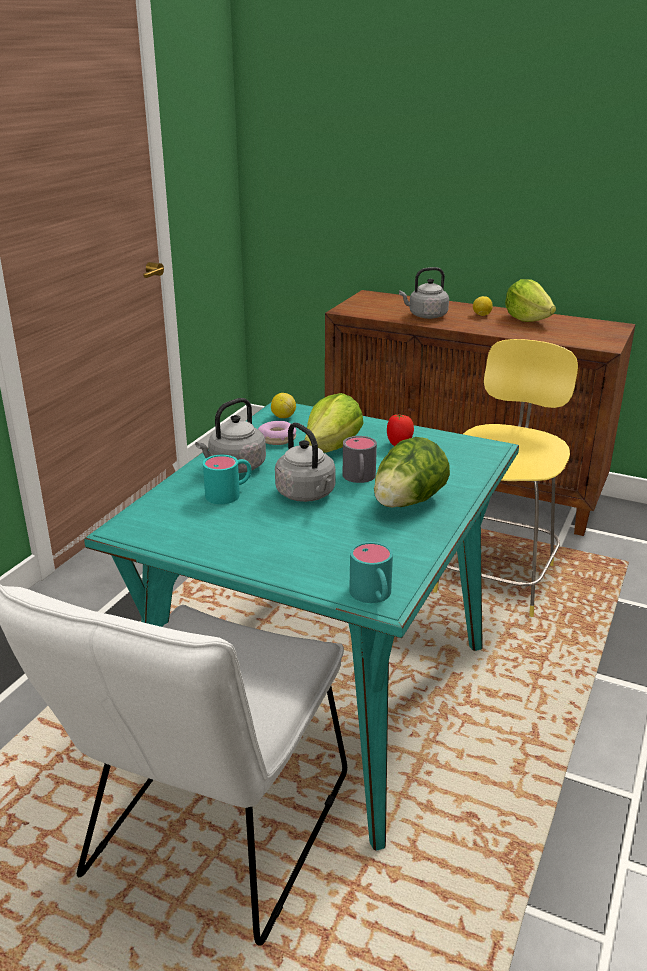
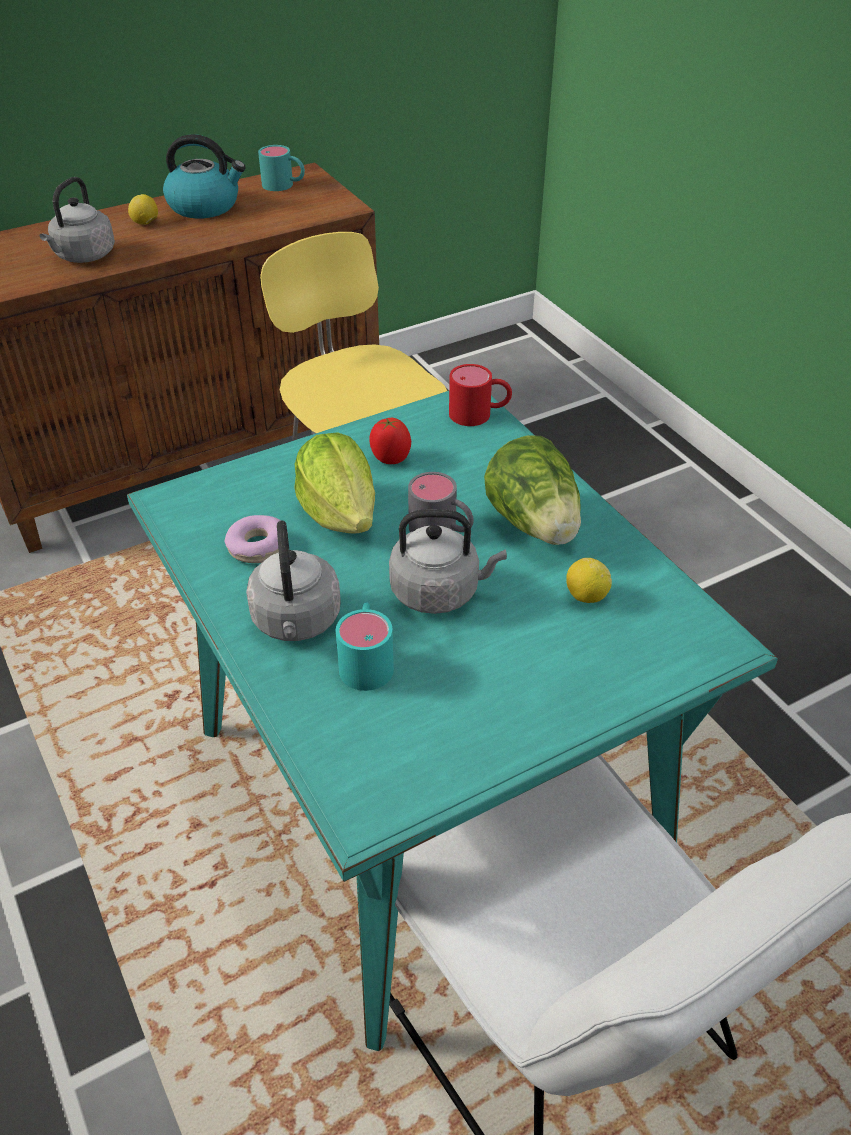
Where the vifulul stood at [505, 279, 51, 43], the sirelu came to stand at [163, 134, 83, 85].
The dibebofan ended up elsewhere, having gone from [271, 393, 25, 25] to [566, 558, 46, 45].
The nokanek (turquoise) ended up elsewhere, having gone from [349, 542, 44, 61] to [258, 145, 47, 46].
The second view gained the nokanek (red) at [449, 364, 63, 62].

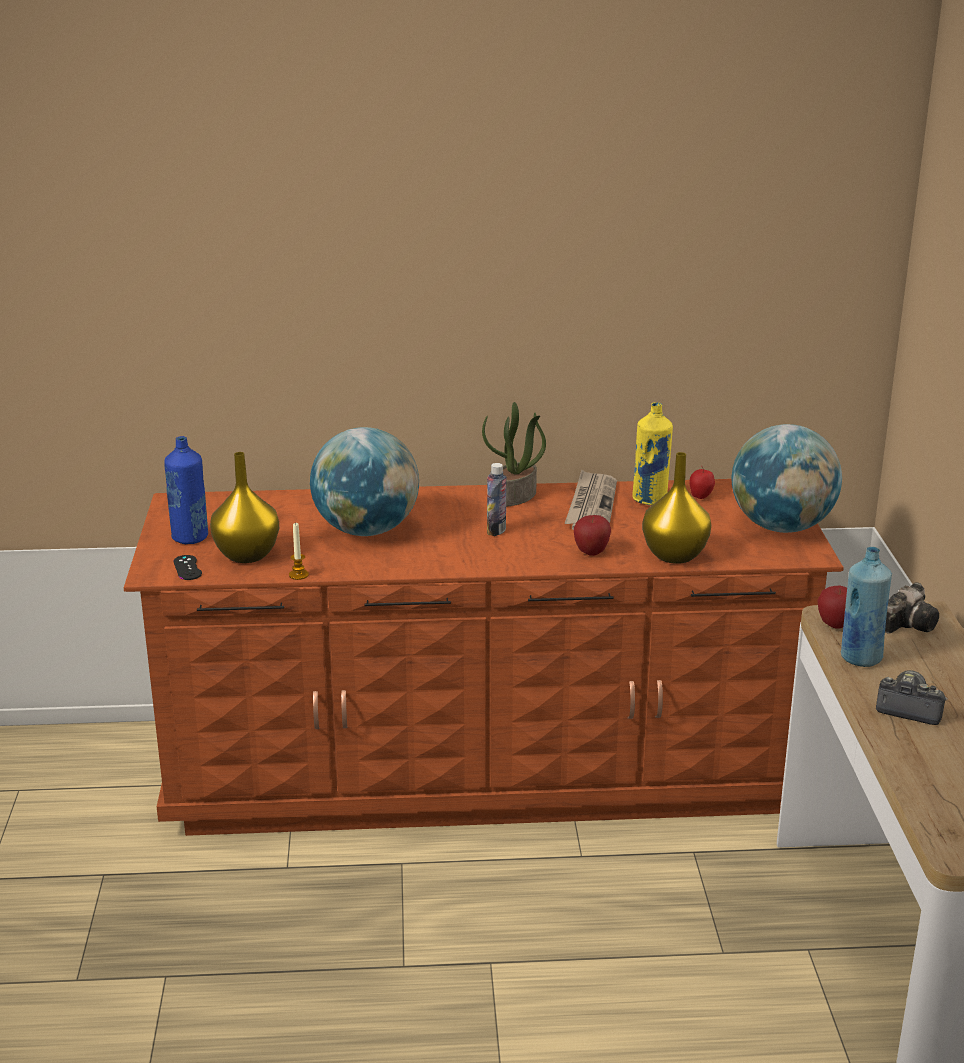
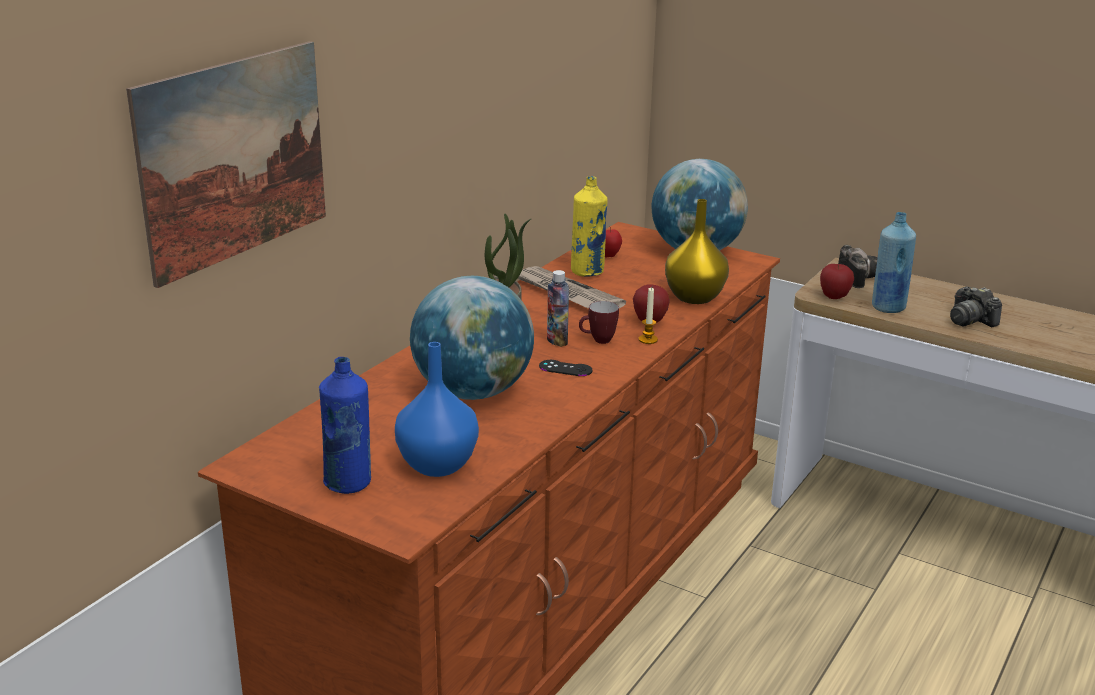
What was the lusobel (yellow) at [210, 452, 69, 111] turned into the lusobel (blue) at [395, 342, 84, 135].
The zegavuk ended up elsewhere, having gone from [289, 522, 20, 58] to [639, 287, 19, 57].
The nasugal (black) ended up elsewhere, having gone from [174, 555, 28, 25] to [539, 360, 54, 16].
The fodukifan at [876, 670, 72, 55] ended up facing another way, 90 degrees counterclockwise from before.
The second view gained the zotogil at [126, 41, 200, 247].
The second view gained the nokanek at [579, 301, 40, 43].

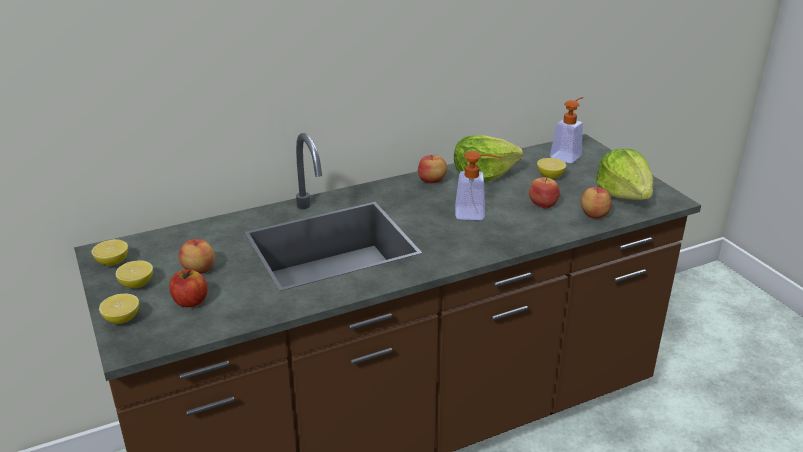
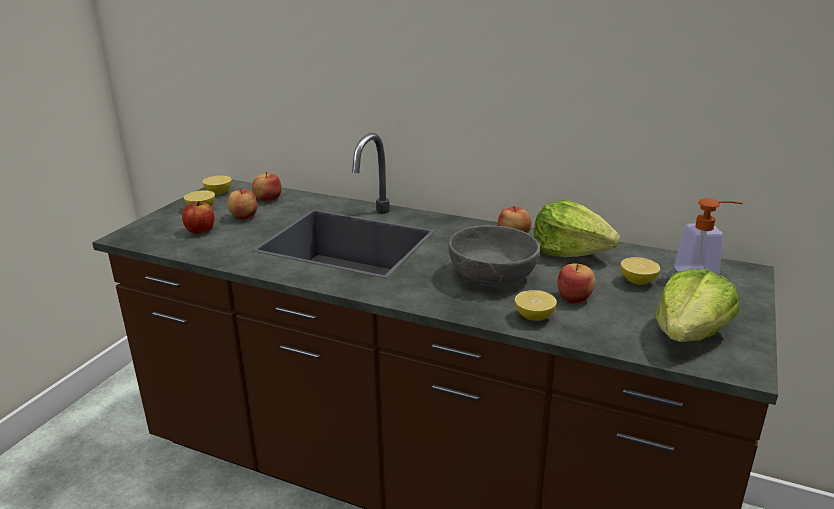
Where the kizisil stood at [455, 151, 47, 69], the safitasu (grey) came to stand at [449, 225, 91, 62].
The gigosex ended up elsewhere, having gone from [581, 186, 31, 33] to [252, 172, 30, 29].
The dibebofan ended up elsewhere, having gone from [99, 294, 40, 30] to [515, 290, 42, 31].

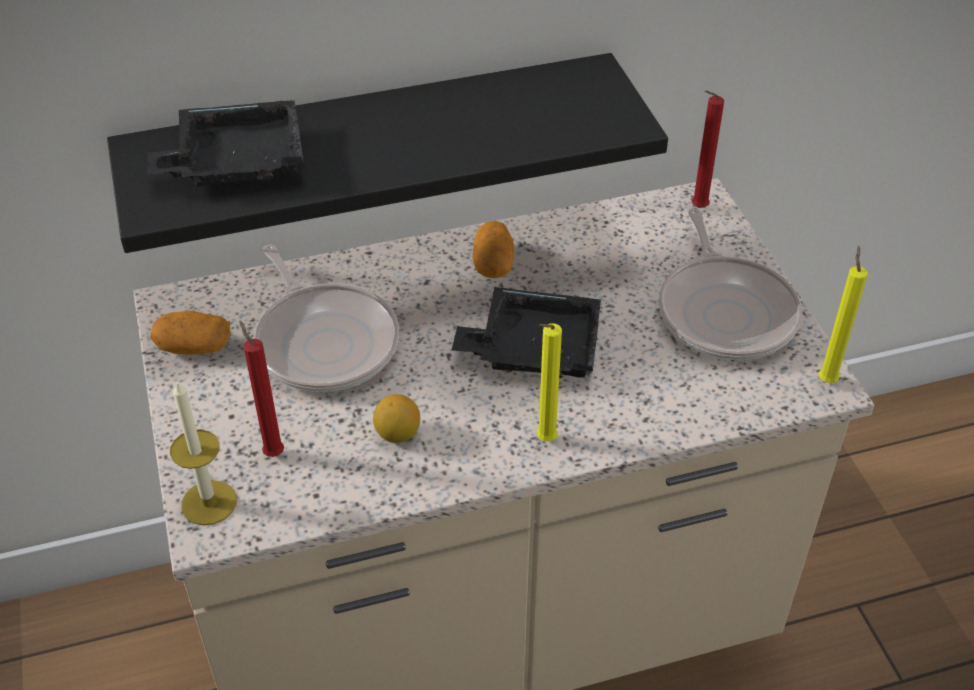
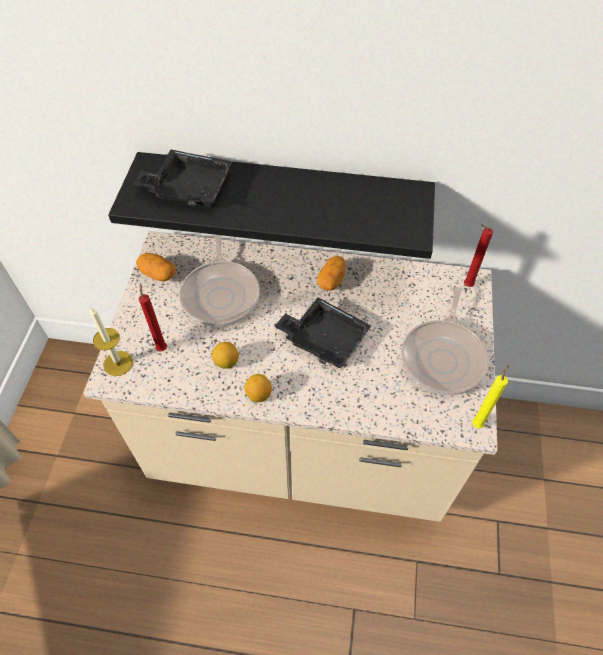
The second view lost the zegavuk (yellow) at [537, 323, 25, 118].
The second view gained the dibebofan at [245, 374, 27, 28].

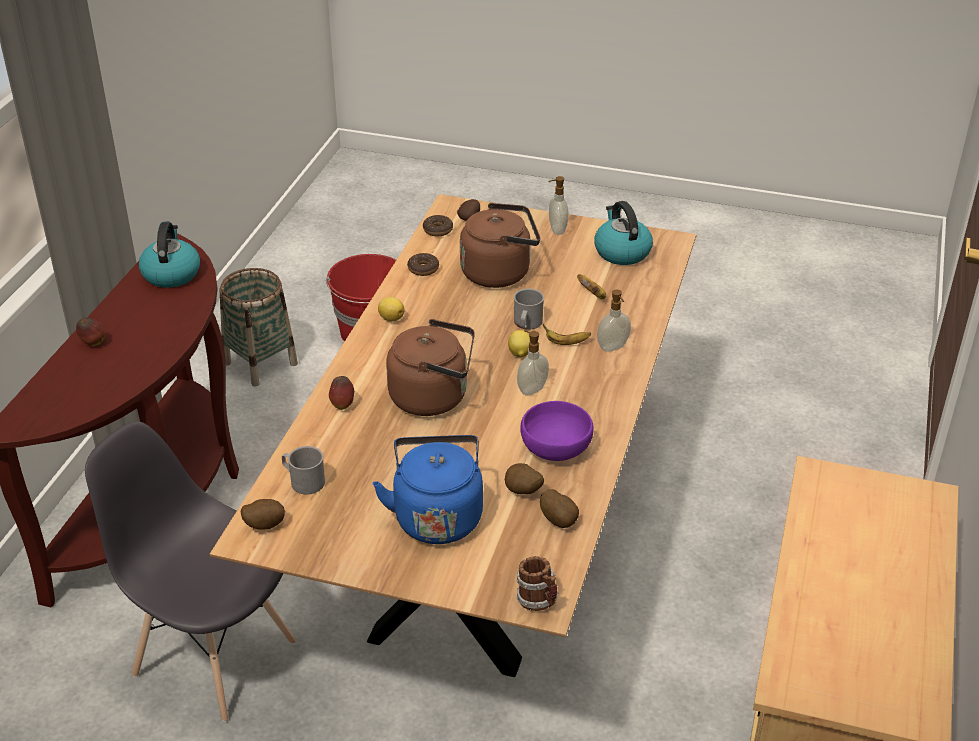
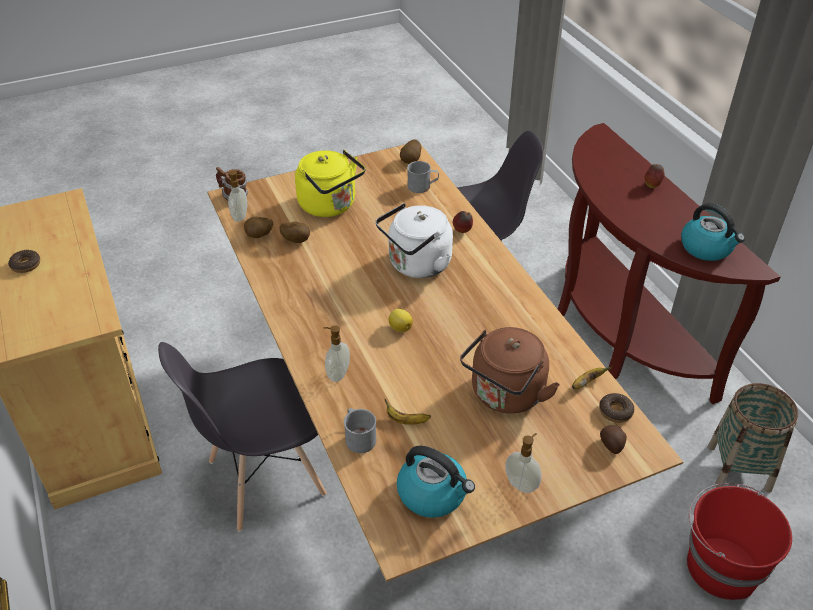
The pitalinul ended up elsewhere, having gone from [407, 253, 32, 23] to [8, 250, 32, 23].
The nokanek (grey) ended up elsewhere, having gone from [514, 288, 30, 42] to [344, 408, 32, 45].
The second view lost the dibebofan at [378, 297, 26, 24].
What was the sirelu (brown) at [386, 319, 89, 97] turned into the sirelu (white) at [376, 203, 77, 75].
The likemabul ended up elsewhere, having gone from [543, 324, 48, 21] to [572, 366, 40, 23].
The kizisil ended up elsewhere, having gone from [517, 330, 32, 66] to [228, 171, 19, 51].
The second view lost the safitasu (purple) at [520, 401, 73, 60].
What was the sirelu (blue) at [373, 435, 110, 109] turned into the sirelu (yellow) at [295, 150, 70, 67].
The second view gained the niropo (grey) at [158, 342, 169, 190].

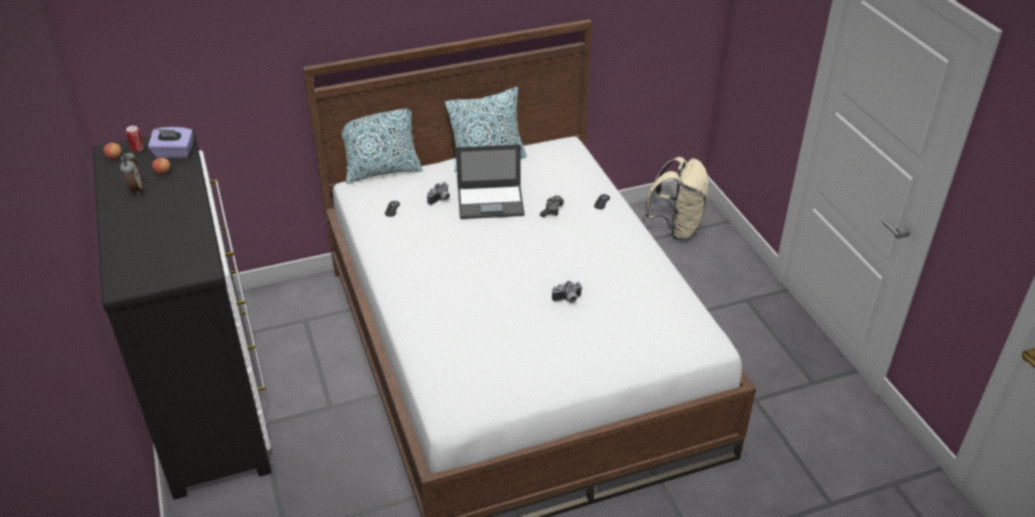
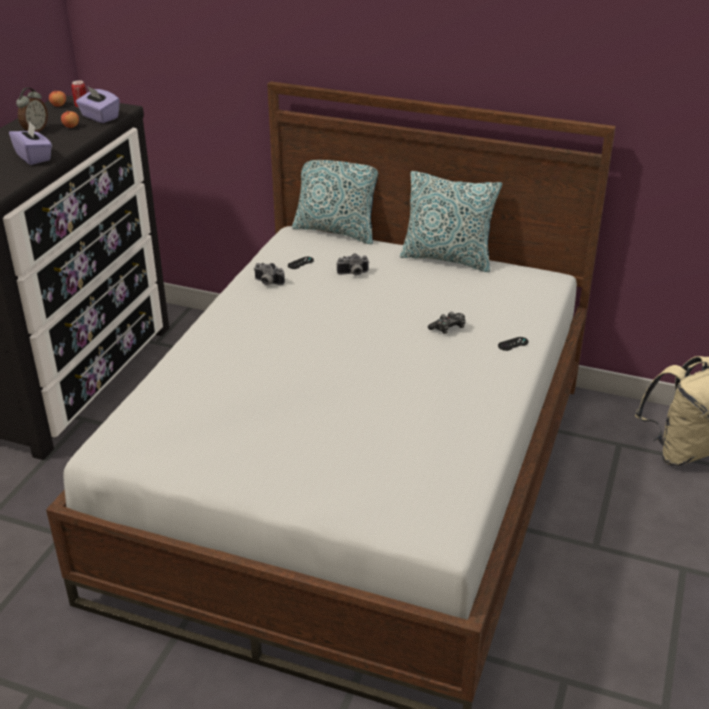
The second view lost the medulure at [456, 144, 69, 75].
The fodukifan ended up elsewhere, having gone from [552, 281, 30, 22] to [254, 263, 31, 22].
The second view gained the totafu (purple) at [9, 121, 43, 44].

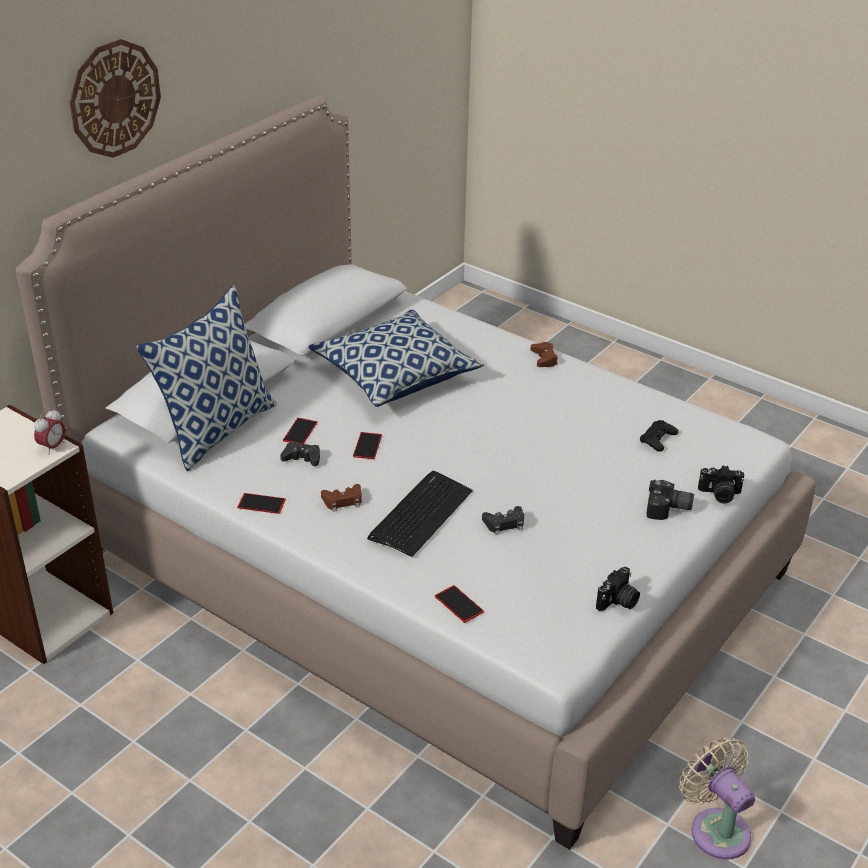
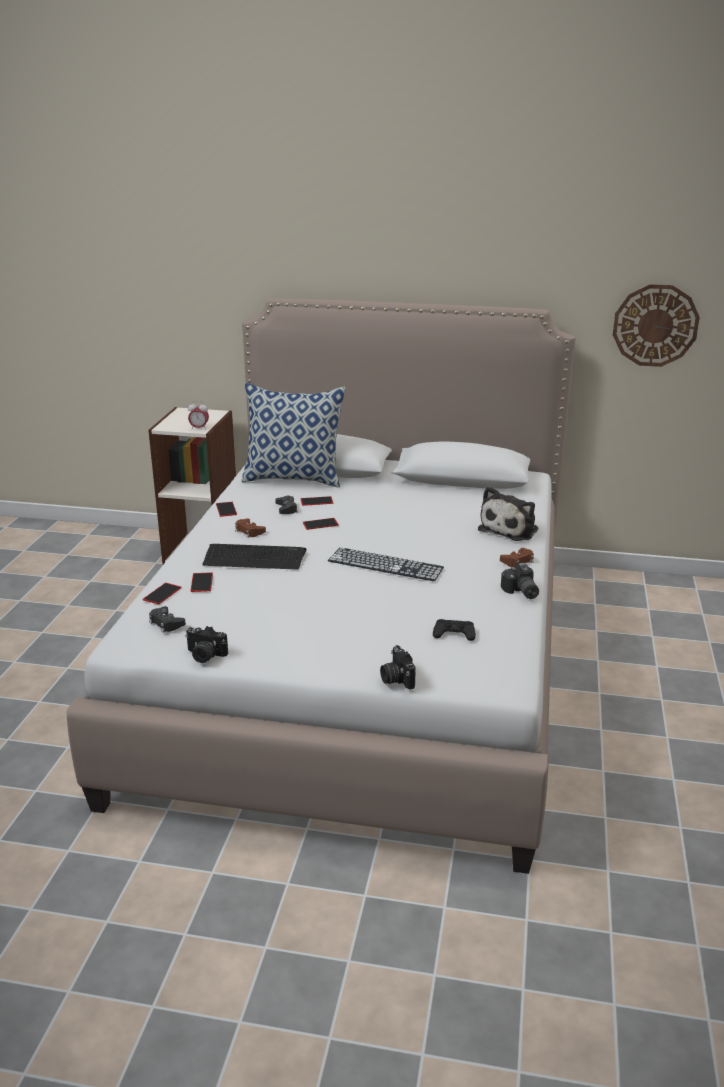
The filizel ended up elsewhere, having gone from [69, 39, 92, 119] to [613, 284, 87, 83].
The second view lost the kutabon at [308, 309, 176, 98].
The fodukifan ended up elsewhere, having gone from [646, 480, 48, 40] to [501, 563, 38, 36].
The nasugal (black) ended up elsewhere, having gone from [482, 506, 42, 29] to [149, 606, 37, 27].
The second view lost the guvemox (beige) at [679, 737, 76, 123].
The second view gained the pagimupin at [478, 486, 60, 55].
The second view gained the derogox at [328, 547, 116, 34].
The second view gained the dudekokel at [190, 572, 23, 20].

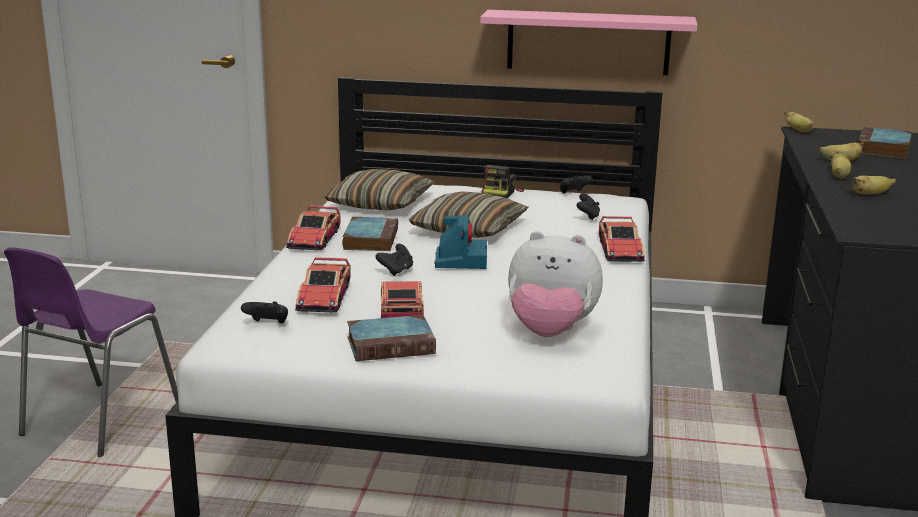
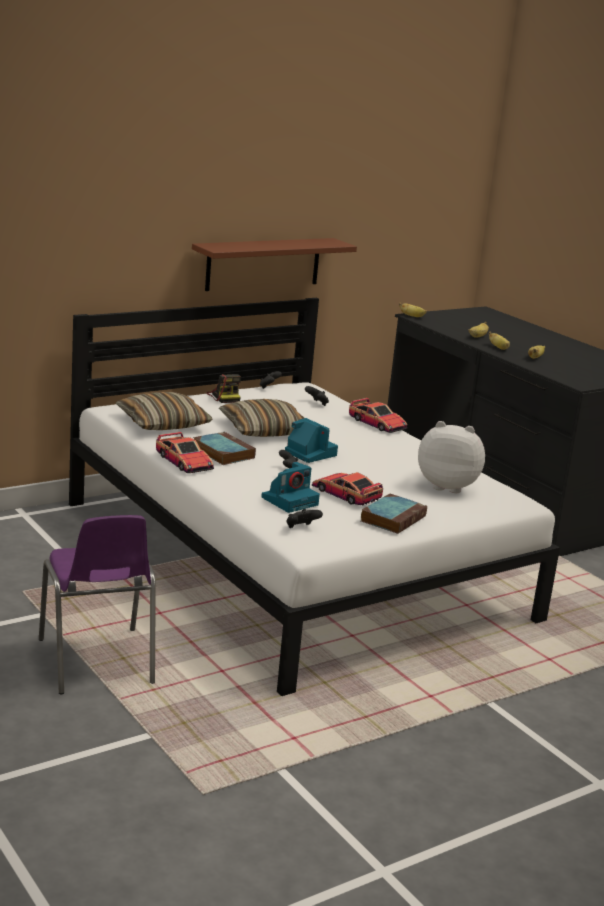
What was the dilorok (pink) at [480, 10, 217, 65] turned into the dilorok (brown) at [192, 238, 165, 53].
The second view lost the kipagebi at [857, 127, 55, 32].
The pagimupin at [508, 231, 95, 106] ended up facing another way, 135 degrees counterclockwise from before.
Where the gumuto stood at [295, 257, 56, 55], the fodukifan came to stand at [261, 462, 59, 51].

